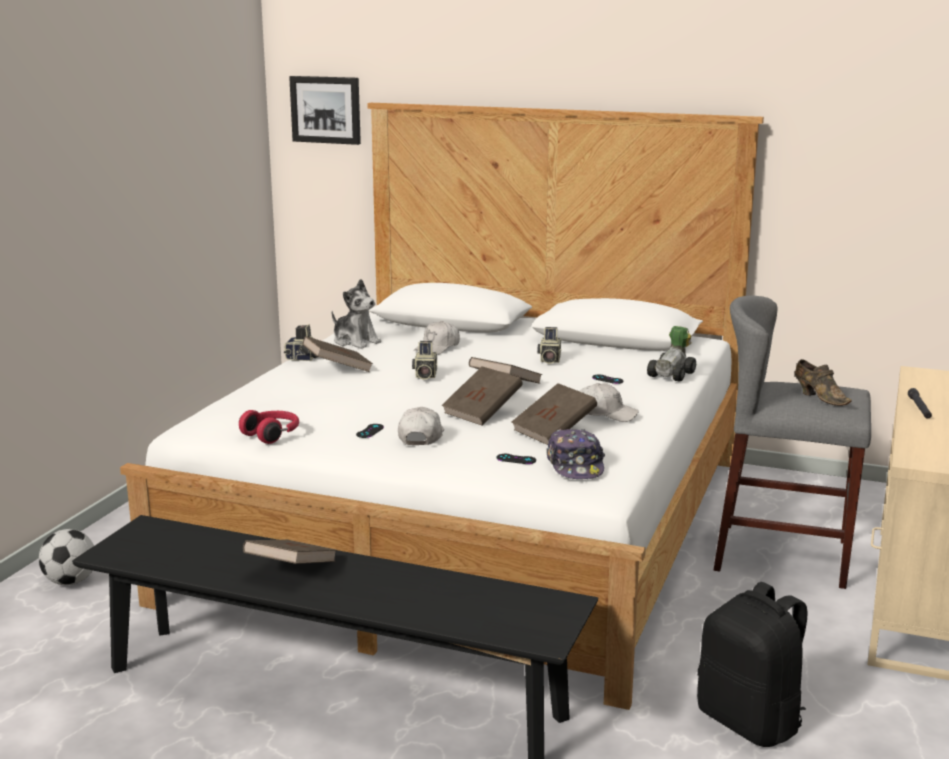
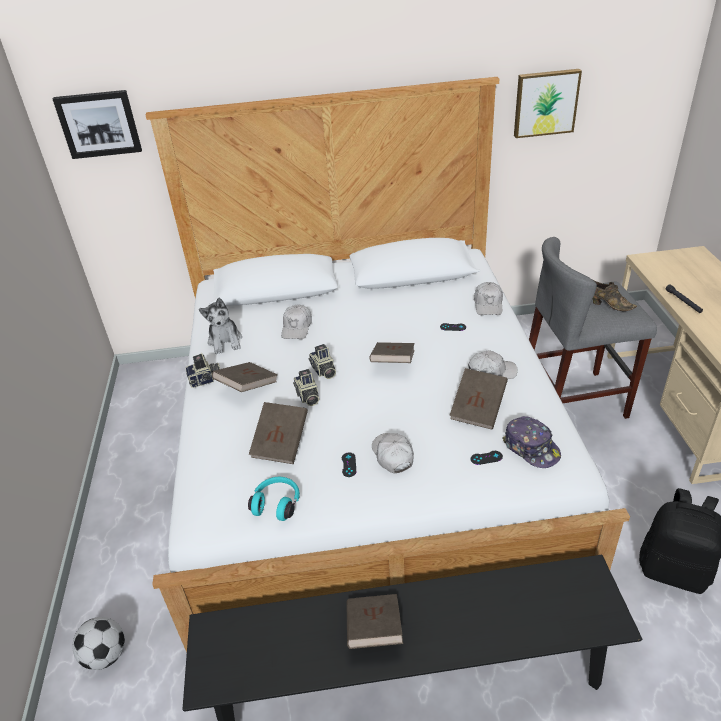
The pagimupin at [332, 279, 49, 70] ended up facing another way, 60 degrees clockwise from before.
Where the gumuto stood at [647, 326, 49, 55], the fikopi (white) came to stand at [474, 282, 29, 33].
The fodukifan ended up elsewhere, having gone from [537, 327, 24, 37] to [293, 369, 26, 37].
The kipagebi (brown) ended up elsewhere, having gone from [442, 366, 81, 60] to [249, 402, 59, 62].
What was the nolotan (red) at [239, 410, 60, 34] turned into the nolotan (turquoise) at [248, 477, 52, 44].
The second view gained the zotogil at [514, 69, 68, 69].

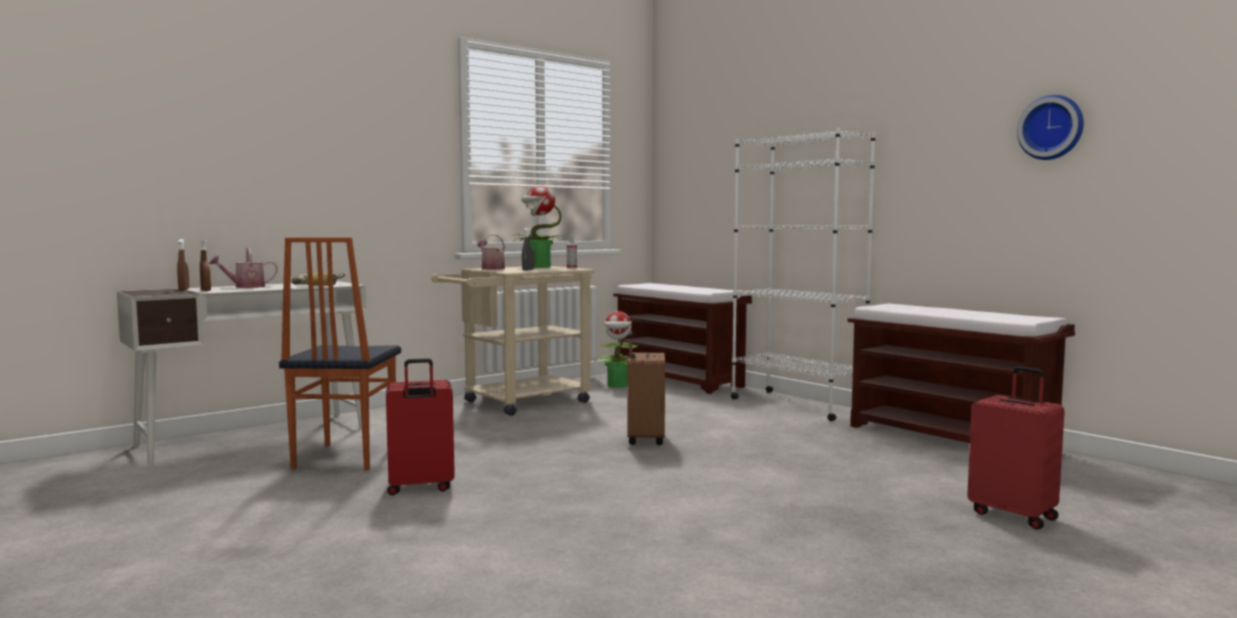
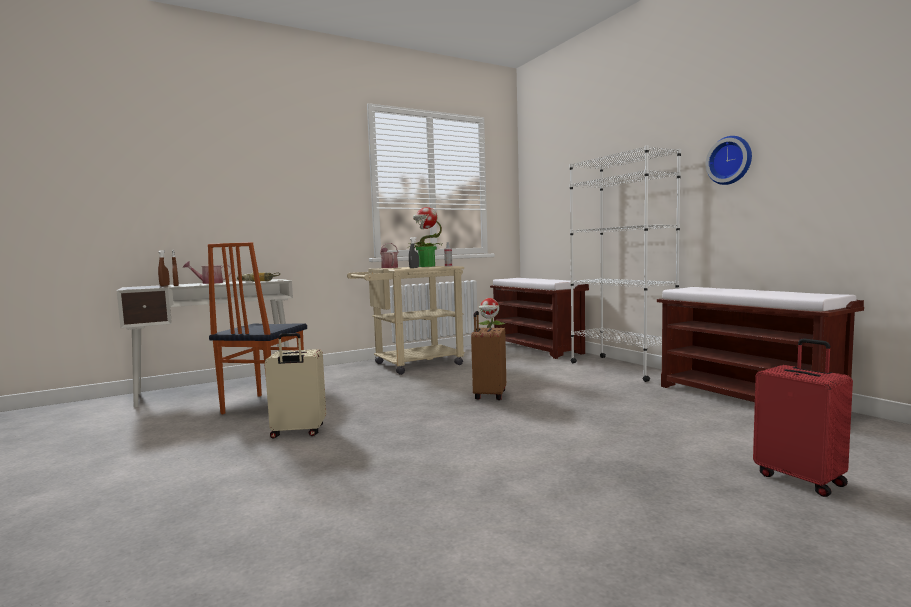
The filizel ended up elsewhere, having gone from [1017, 95, 67, 65] to [706, 136, 46, 49].
What was the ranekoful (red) at [386, 358, 69, 138] turned into the ranekoful (beige) at [265, 333, 61, 106].

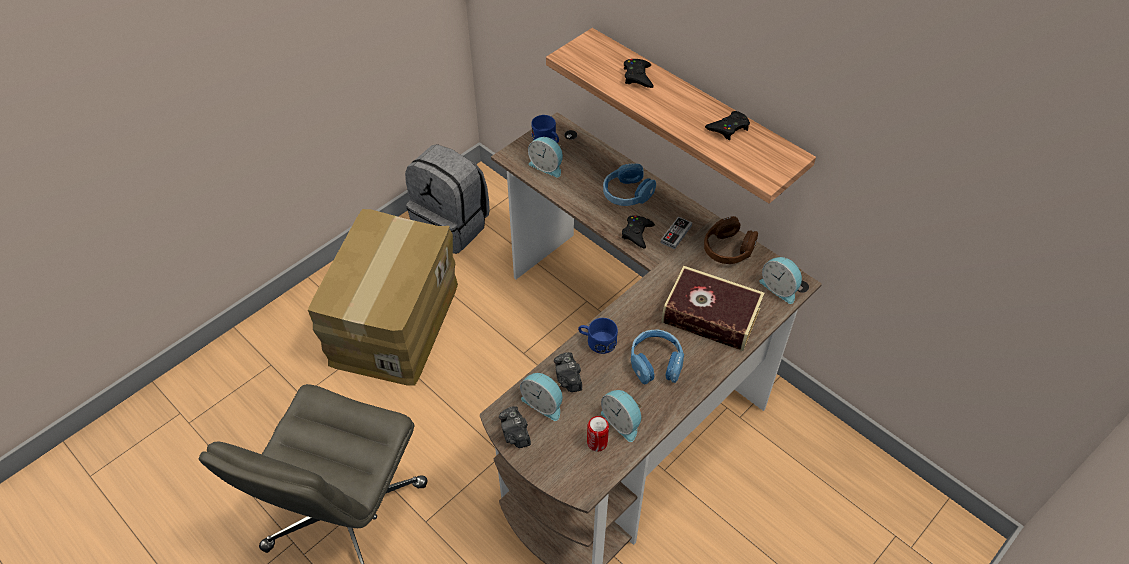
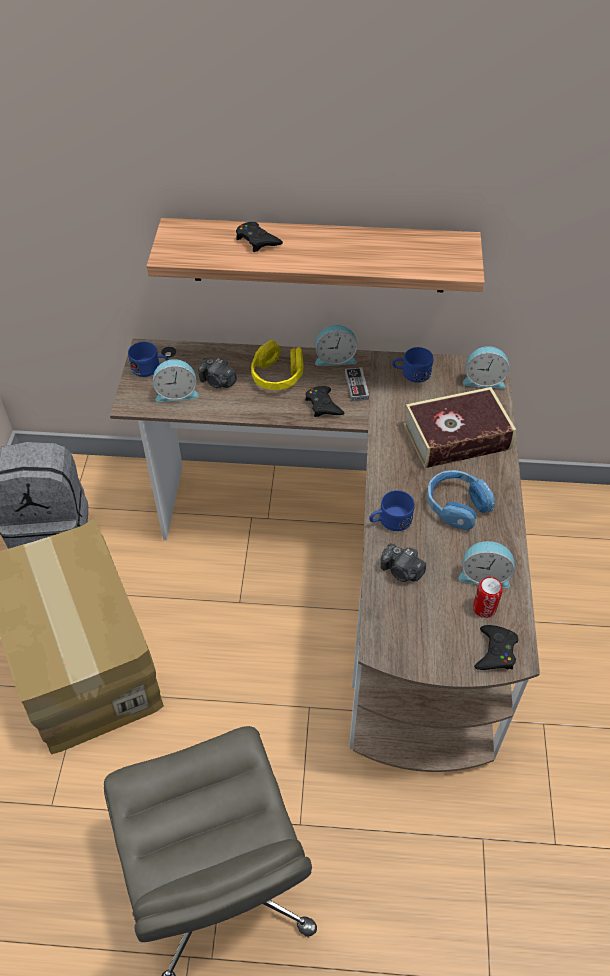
The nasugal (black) ended up elsewhere, having gone from [705, 111, 45, 29] to [474, 625, 44, 45].
What was the nolotan (blue) at [603, 163, 53, 43] turned into the nolotan (yellow) at [251, 340, 53, 50].
Where the nolotan (brown) stood at [704, 216, 54, 48], the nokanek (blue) came to stand at [392, 347, 41, 36].
The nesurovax ended up elsewhere, having gone from [520, 373, 43, 48] to [315, 325, 42, 41].
The fodukifan ended up elsewhere, having gone from [499, 406, 32, 42] to [198, 358, 39, 30].

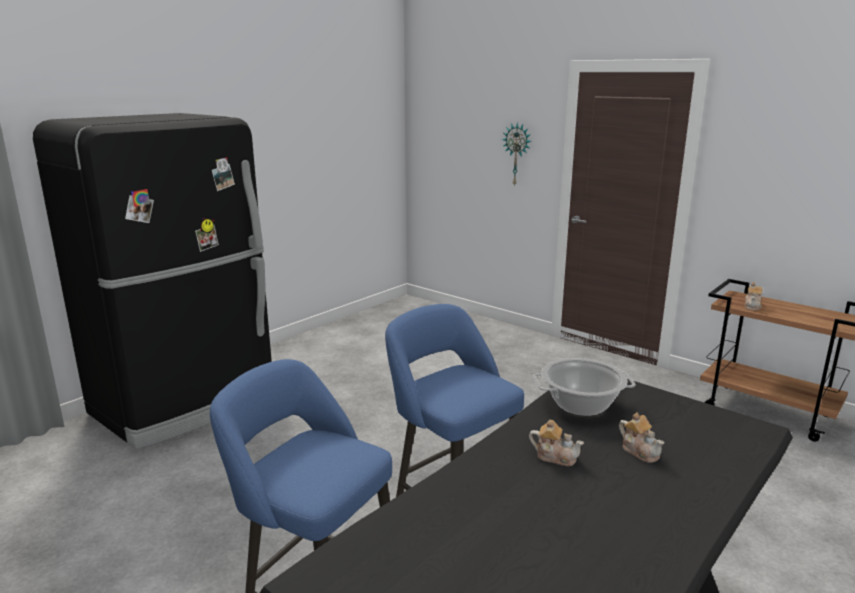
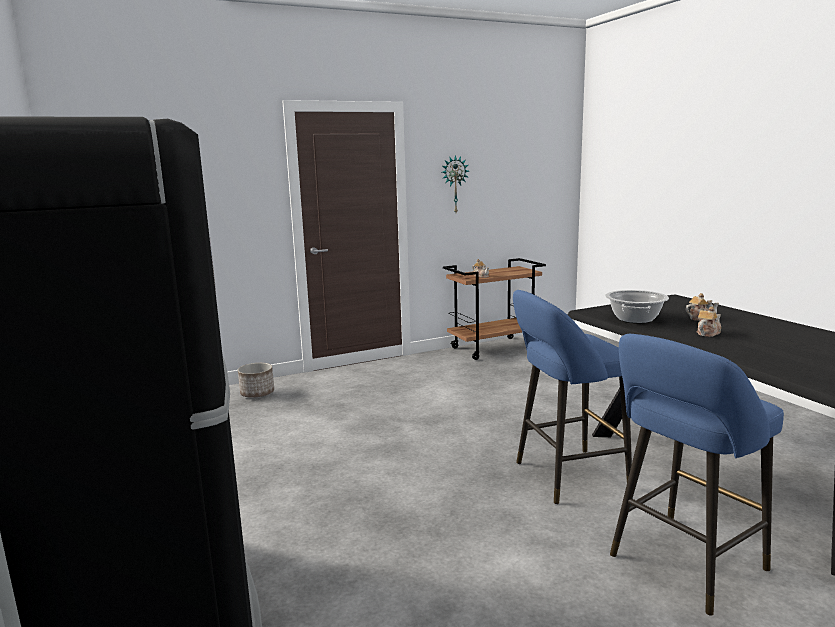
The filizel ended up elsewhere, having gone from [502, 122, 30, 65] to [442, 155, 27, 57].
The second view gained the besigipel at [238, 363, 36, 35].

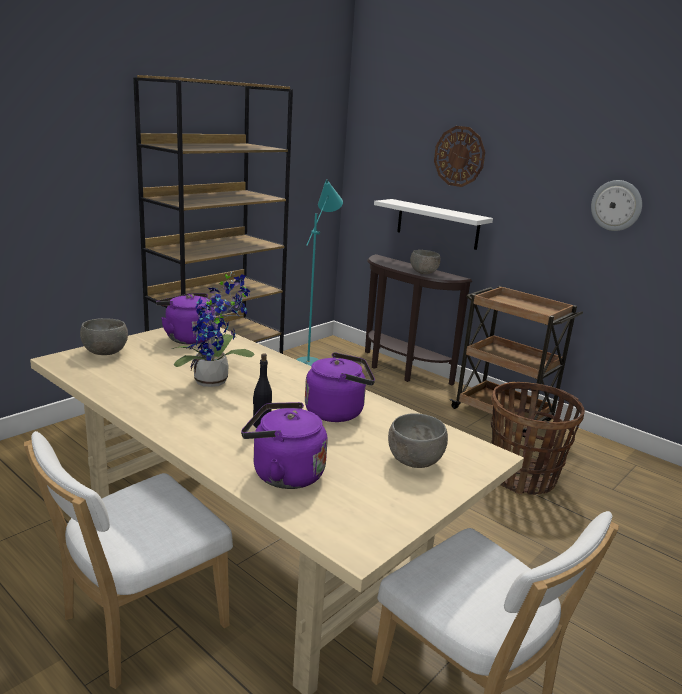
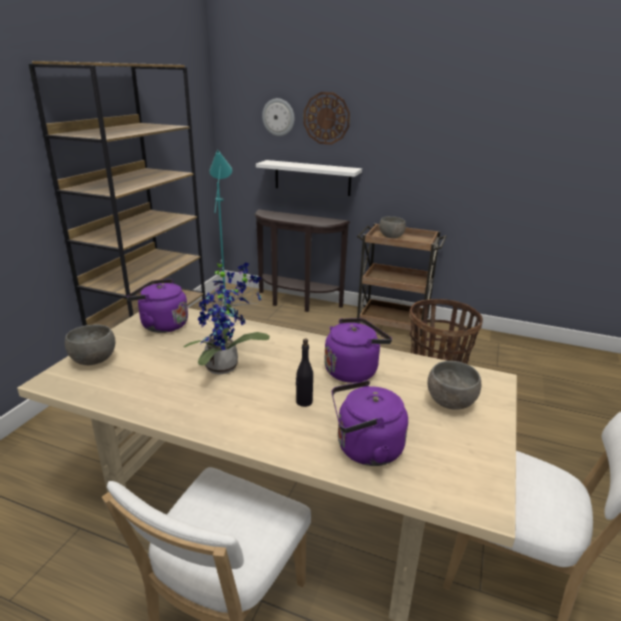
The filizel ended up elsewhere, having gone from [591, 180, 51, 51] to [262, 98, 32, 38].
The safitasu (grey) ended up elsewhere, having gone from [410, 250, 30, 24] to [379, 216, 27, 22].

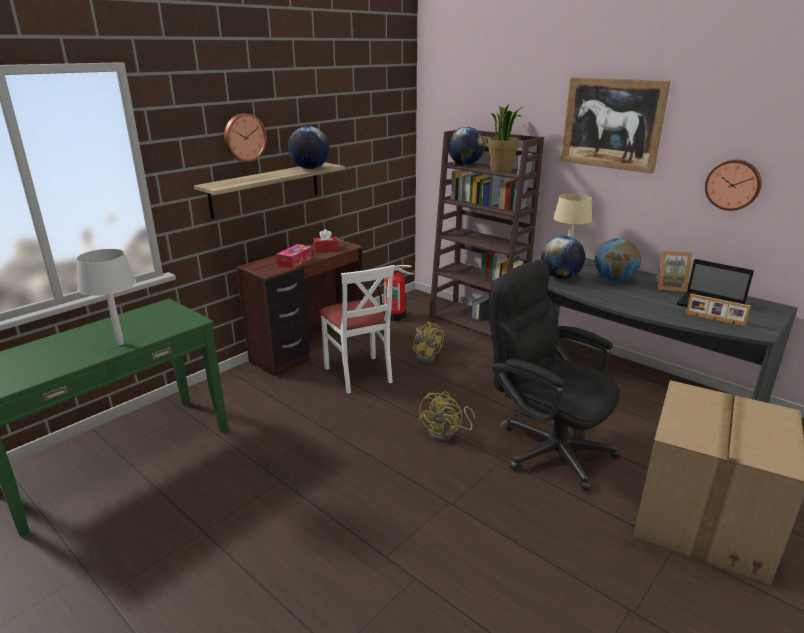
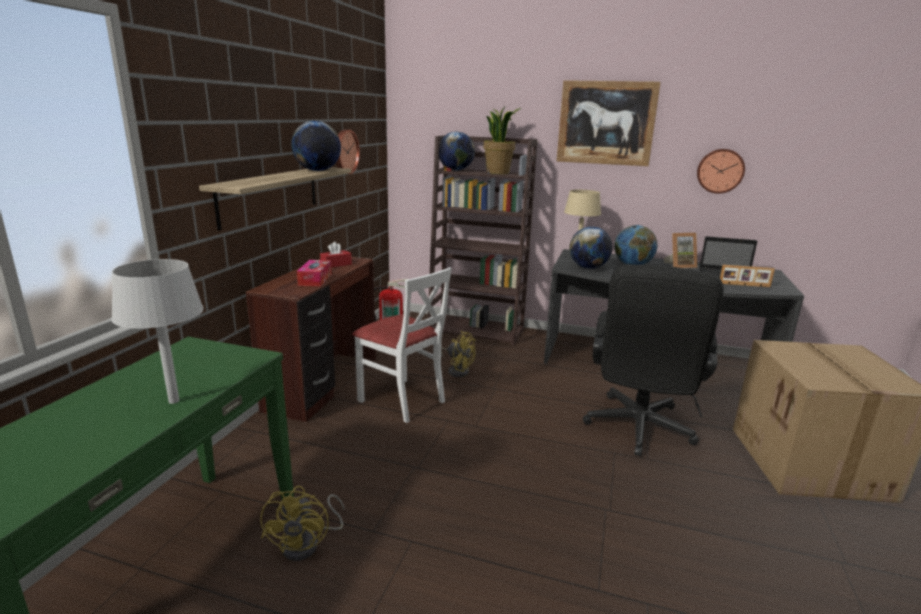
The filizel ended up elsewhere, having gone from [224, 113, 43, 49] to [336, 130, 24, 44].
The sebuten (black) at [488, 260, 132, 231] ended up facing another way, 90 degrees counterclockwise from before.
The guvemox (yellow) ended up elsewhere, having gone from [418, 391, 57, 51] to [260, 486, 84, 75].

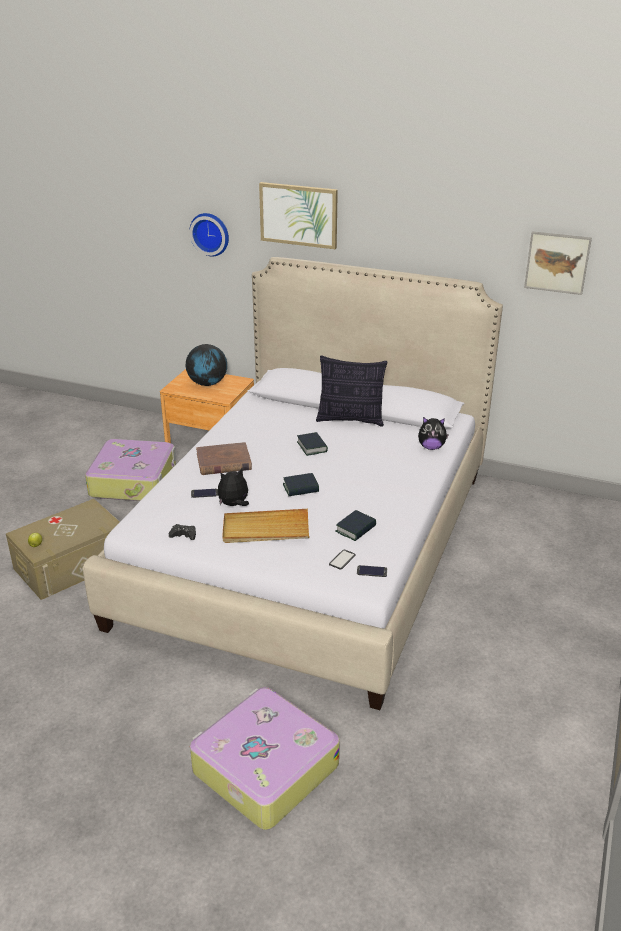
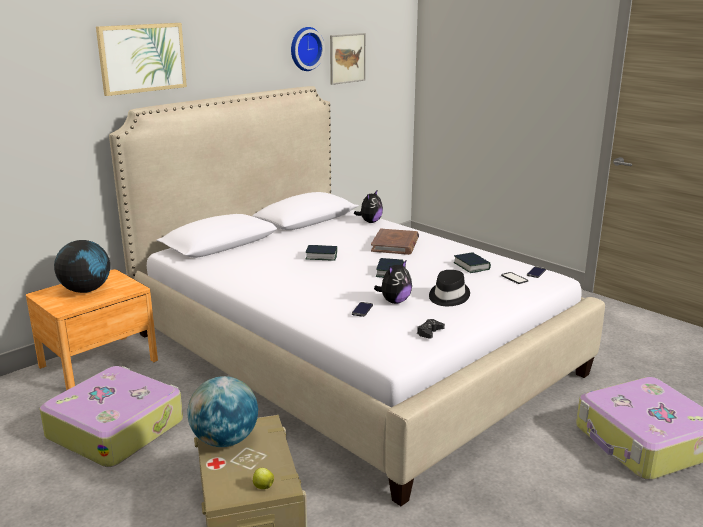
The filizel ended up elsewhere, having gone from [189, 213, 40, 43] to [291, 27, 34, 44].
The second view lost the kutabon at [316, 355, 71, 72].
The kipagebi (brown) ended up elsewhere, having gone from [196, 442, 56, 33] to [371, 229, 48, 26].
The pagimupin at [218, 468, 31, 38] ended up facing another way, 135 degrees counterclockwise from before.
Where the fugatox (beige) stood at [222, 509, 87, 34], the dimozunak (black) came to stand at [429, 270, 41, 36].
The second view gained the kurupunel at [187, 376, 71, 71].

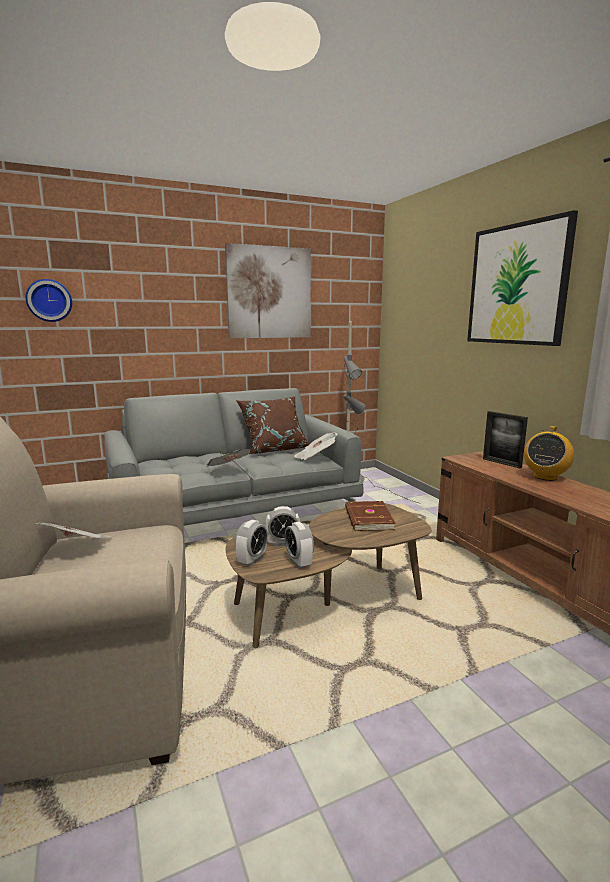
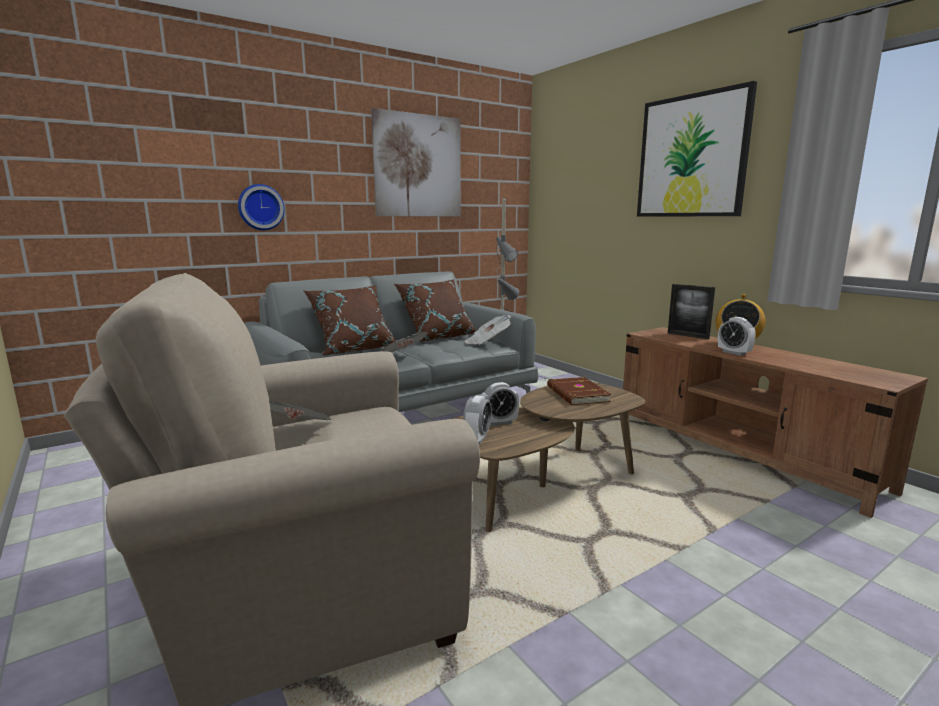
The filizel ended up elsewhere, having gone from [26, 279, 46, 43] to [238, 184, 47, 46].
The nesurovax ended up elsewhere, having gone from [285, 522, 29, 47] to [718, 317, 38, 39].
The second view gained the kutabon (brown) at [303, 285, 93, 70].

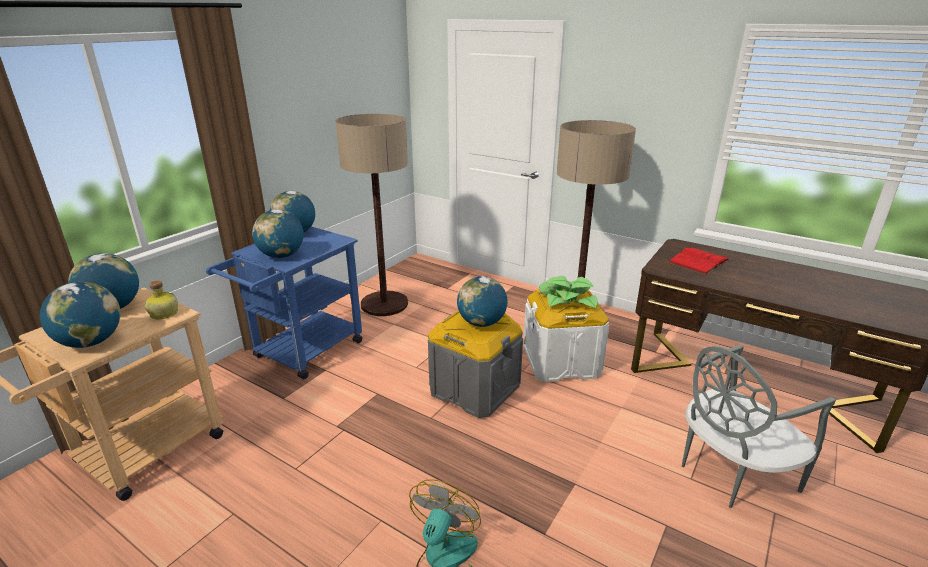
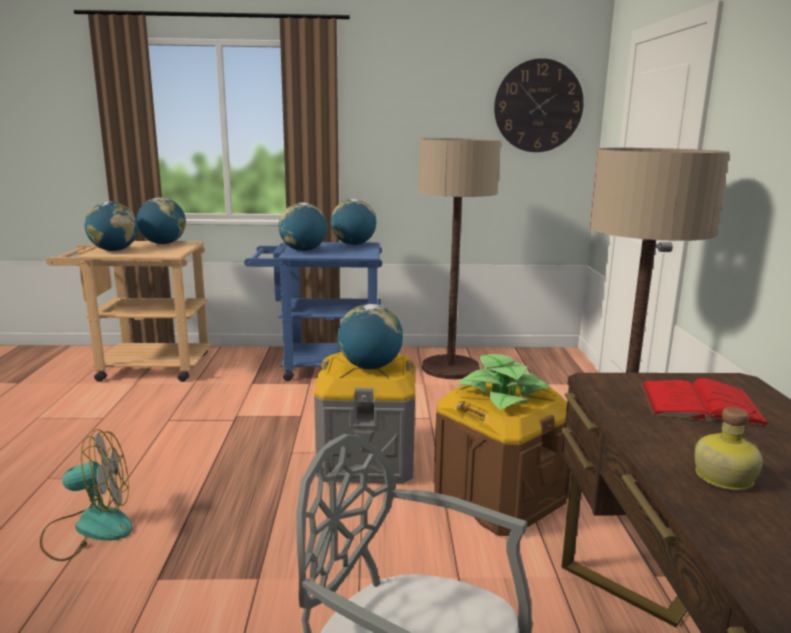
The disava ended up elsewhere, having gone from [145, 280, 33, 39] to [694, 407, 69, 84].
What was the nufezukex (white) at [523, 289, 86, 93] turned into the nufezukex (brown) at [434, 382, 137, 154].
The second view gained the filizel at [494, 58, 90, 94].

